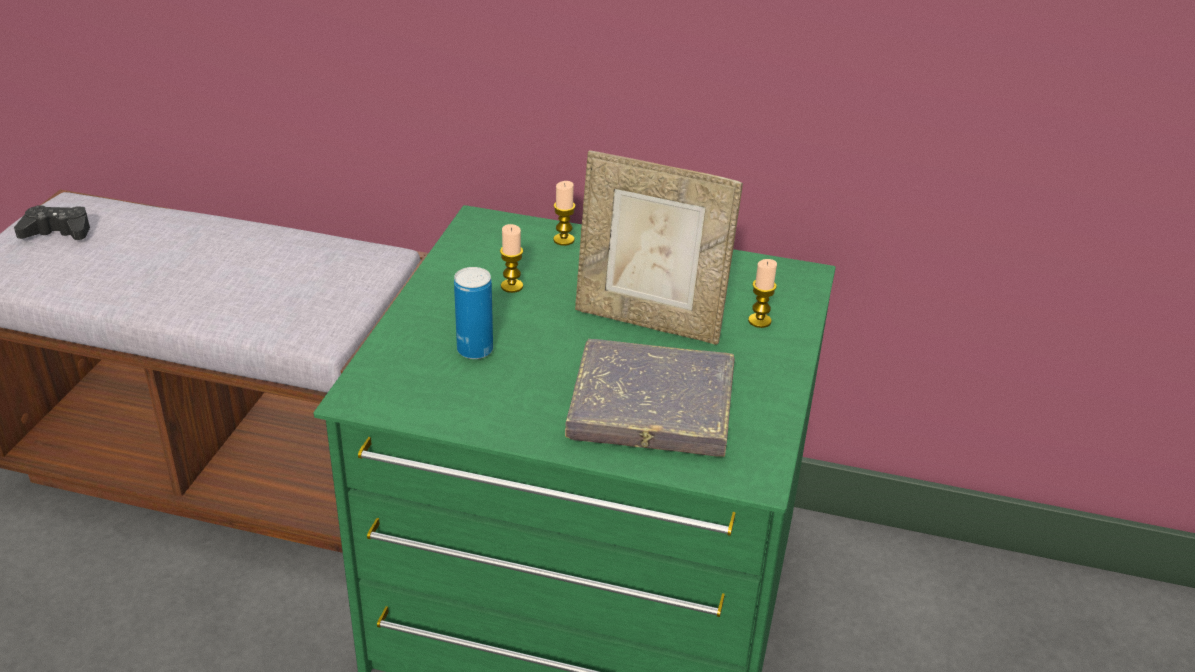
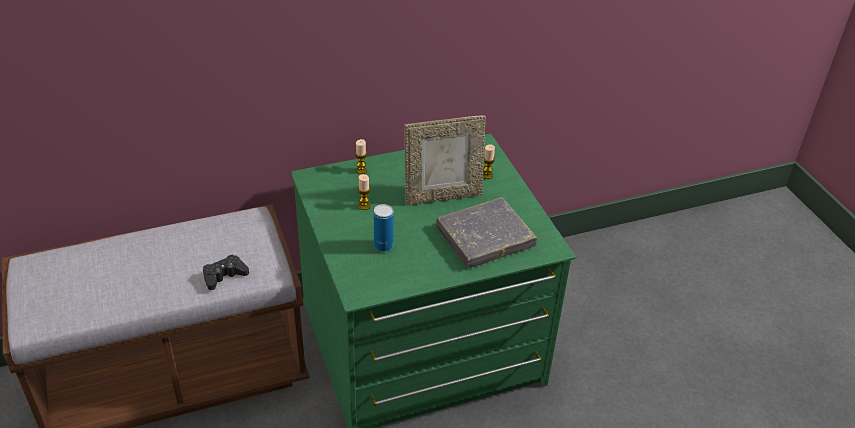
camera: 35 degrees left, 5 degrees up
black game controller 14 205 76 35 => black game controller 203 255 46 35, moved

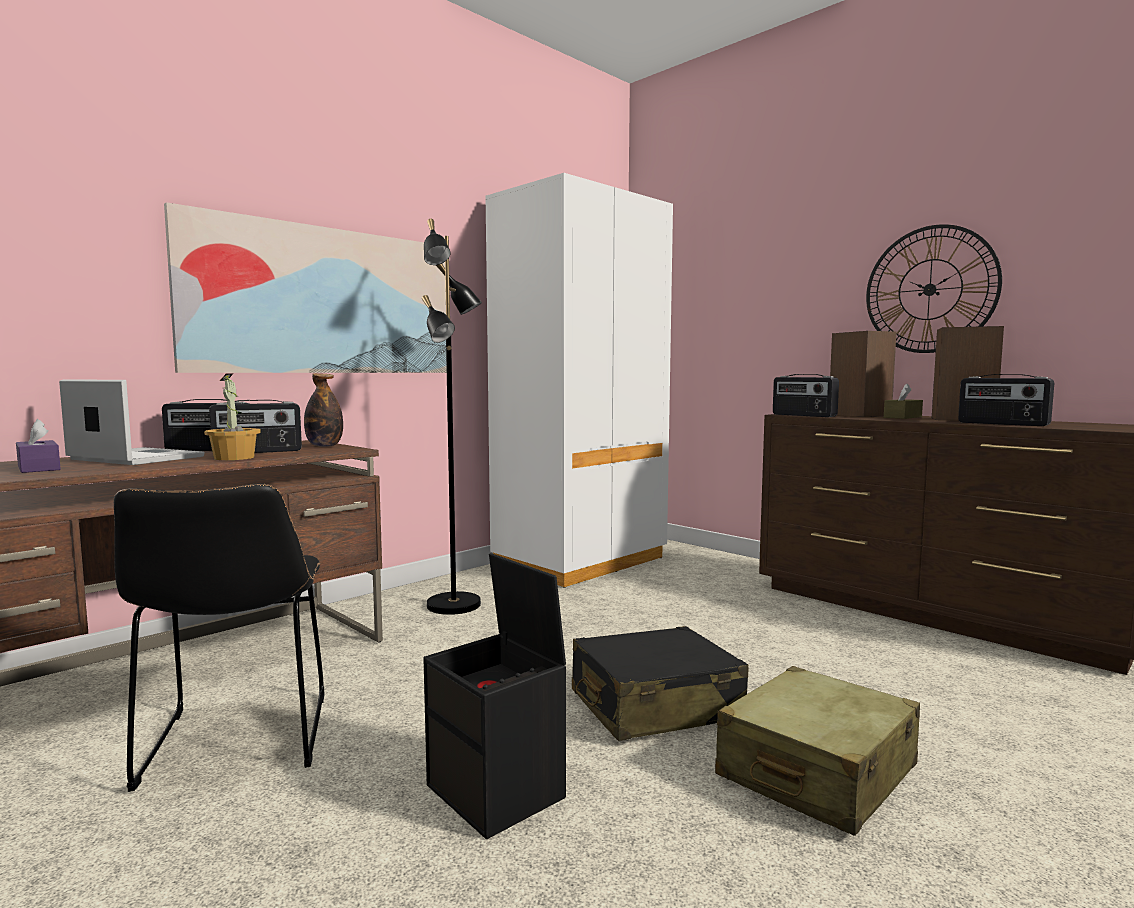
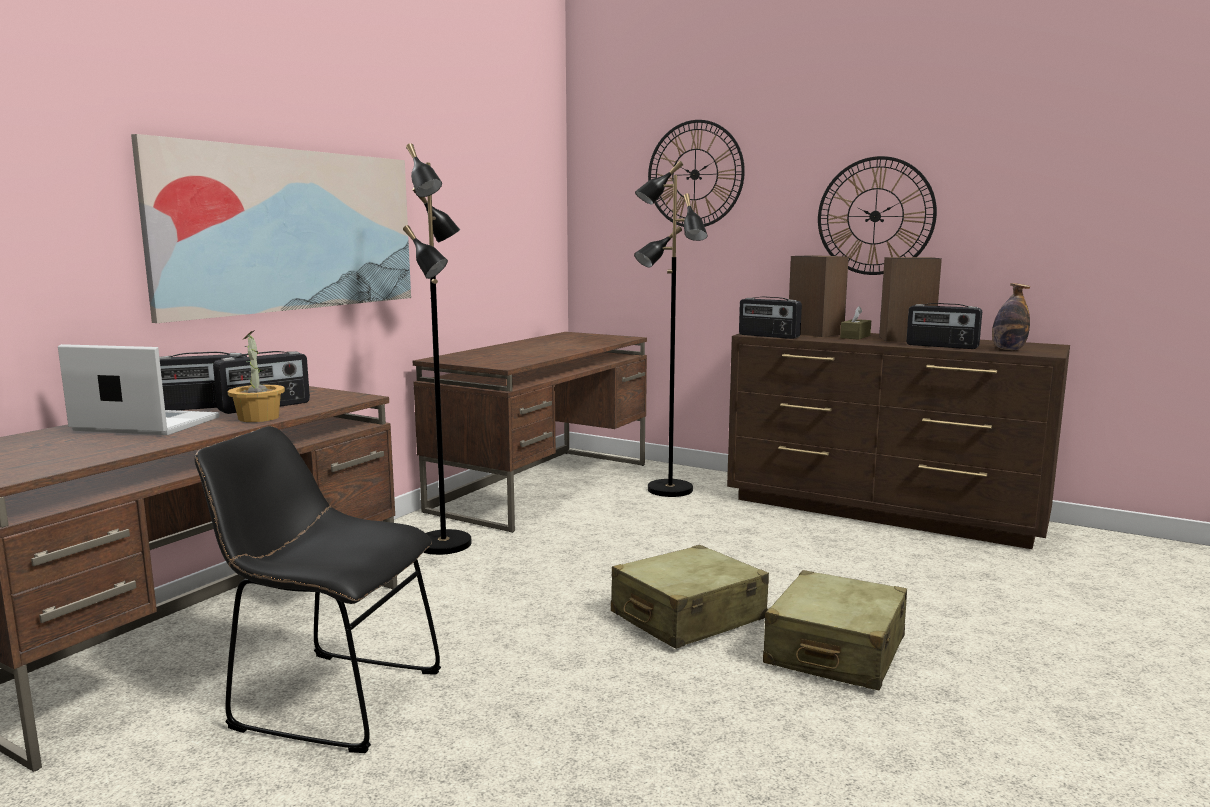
camera: 15 degrees left, 5 degrees up
purple tissue box 16 419 45 54 => nothing
black chair 114 483 211 309 => black chair 194 426 247 327, 135 degrees clockwise
bottle 304 373 39 74 => bottle 992 283 38 67, moved
black storage box 423 553 143 286 => nothing
white wardrobe 486 173 187 415 => brown desk 413 332 234 201
black suitcase 572 626 176 115 => beige suitcase 611 545 158 104
nothing => black floor lamp 634 161 74 336
nothing => wall clock 648 120 97 107

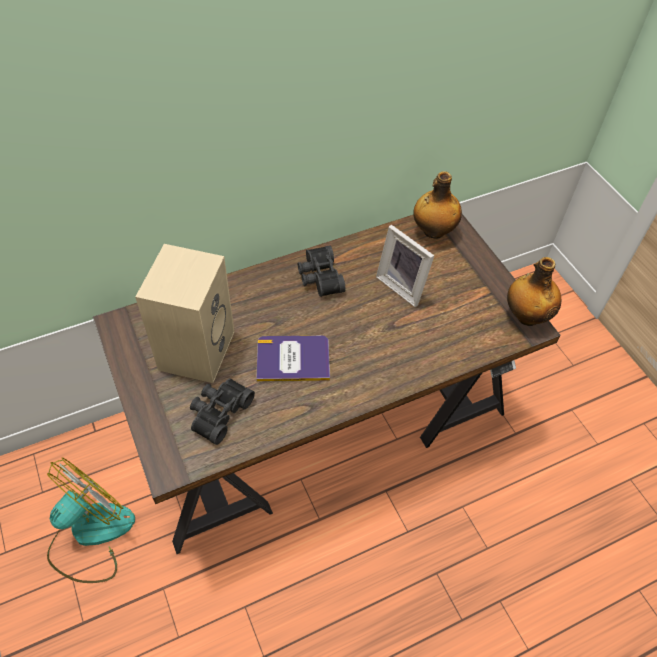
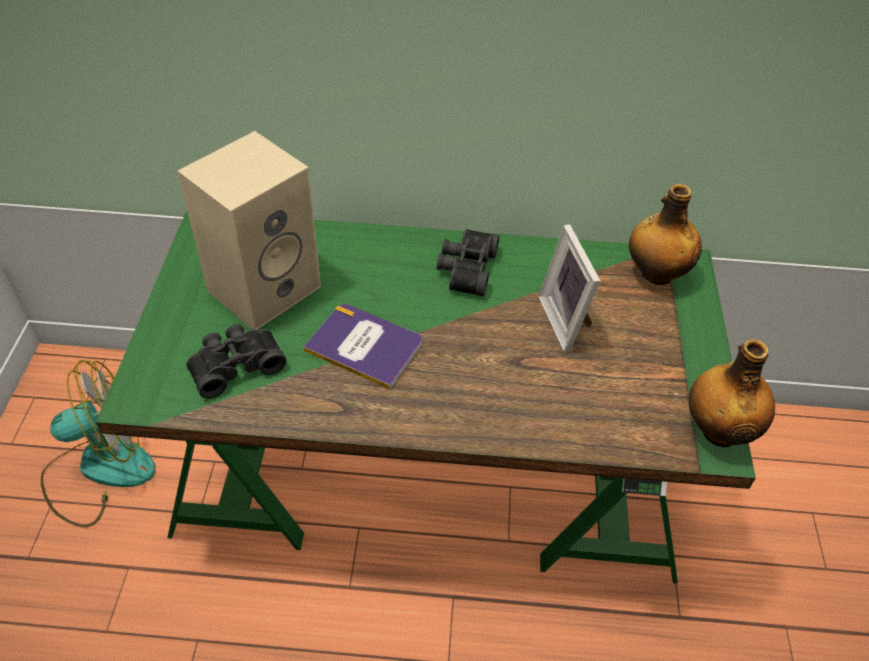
camera: 30 degrees right, 5 degrees down
brown desk 93 214 468 340 => green desk 96 210 660 374

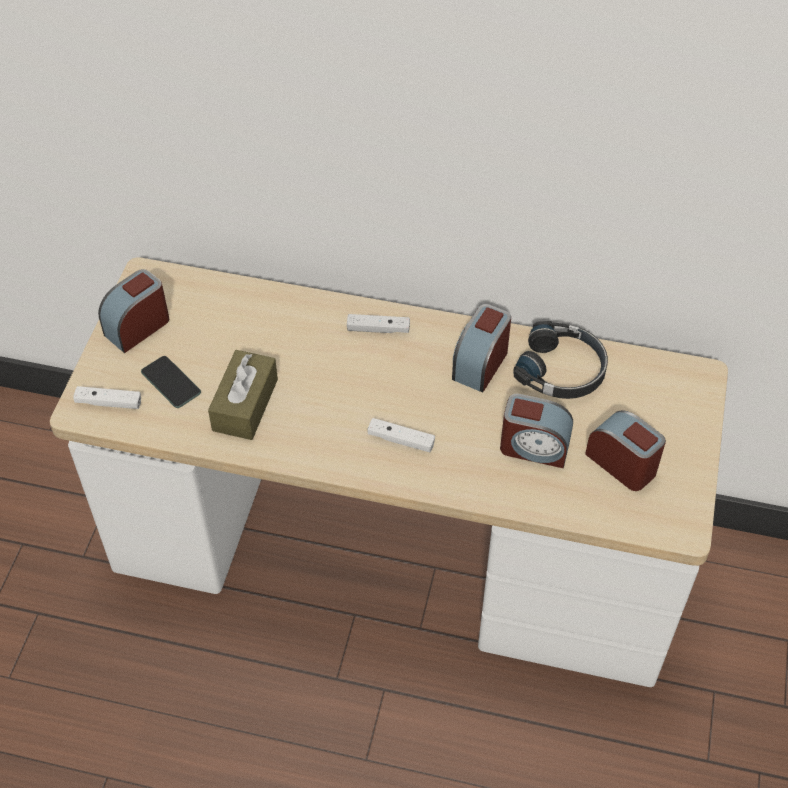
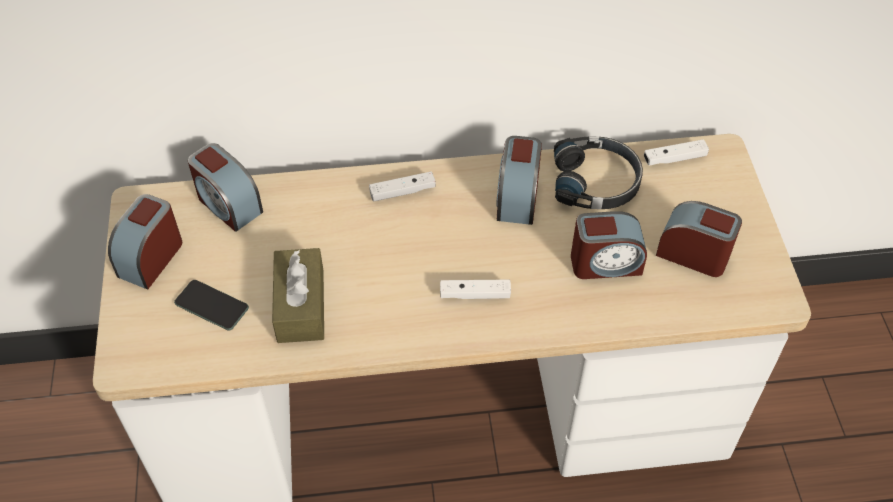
camera: 20 degrees left, 0 degrees up
white game controller 73 386 68 23 => white game controller 644 139 65 27, moved
nothing => alarm clock 188 143 75 89

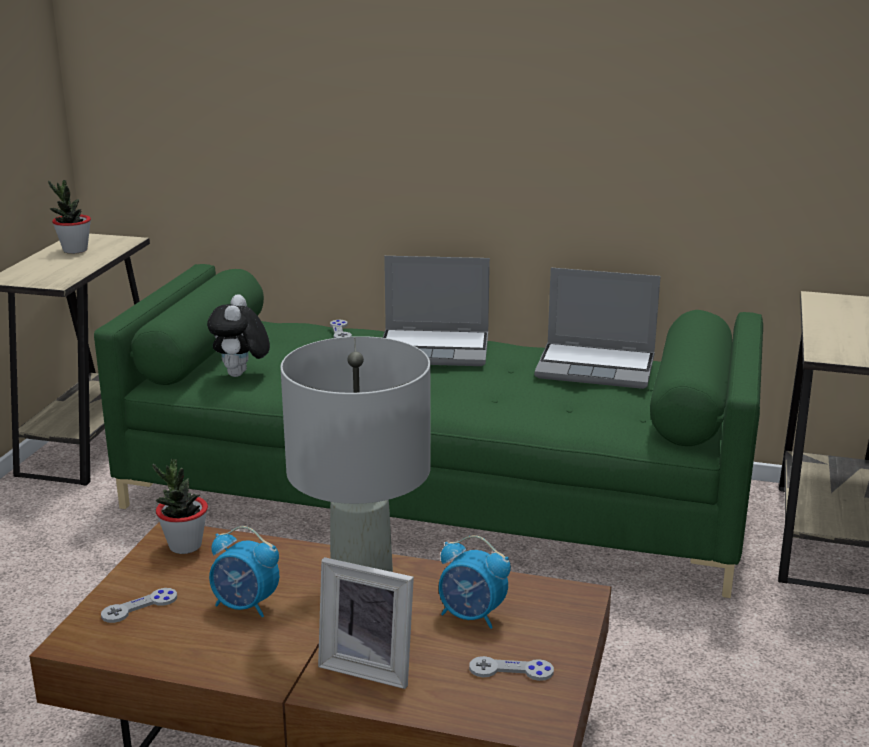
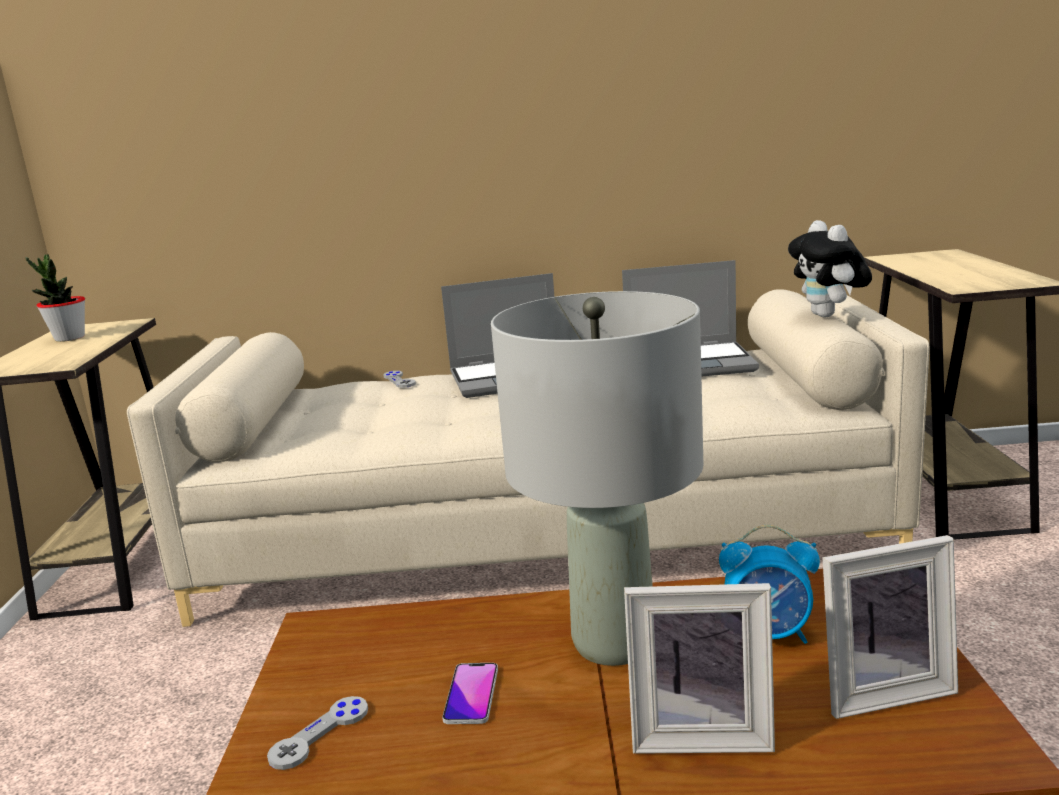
camera: 15 degrees left, 5 degrees down
green sofa 94 264 669 334 => beige sofa 127 289 802 338
potted plant 152 459 56 95 => nothing
plush toy 207 294 63 83 => plush toy 788 220 84 98, moved
alarm clock 209 526 70 91 => phone 442 663 56 61
grey game controller 469 656 85 25 => picture frame 823 535 135 184

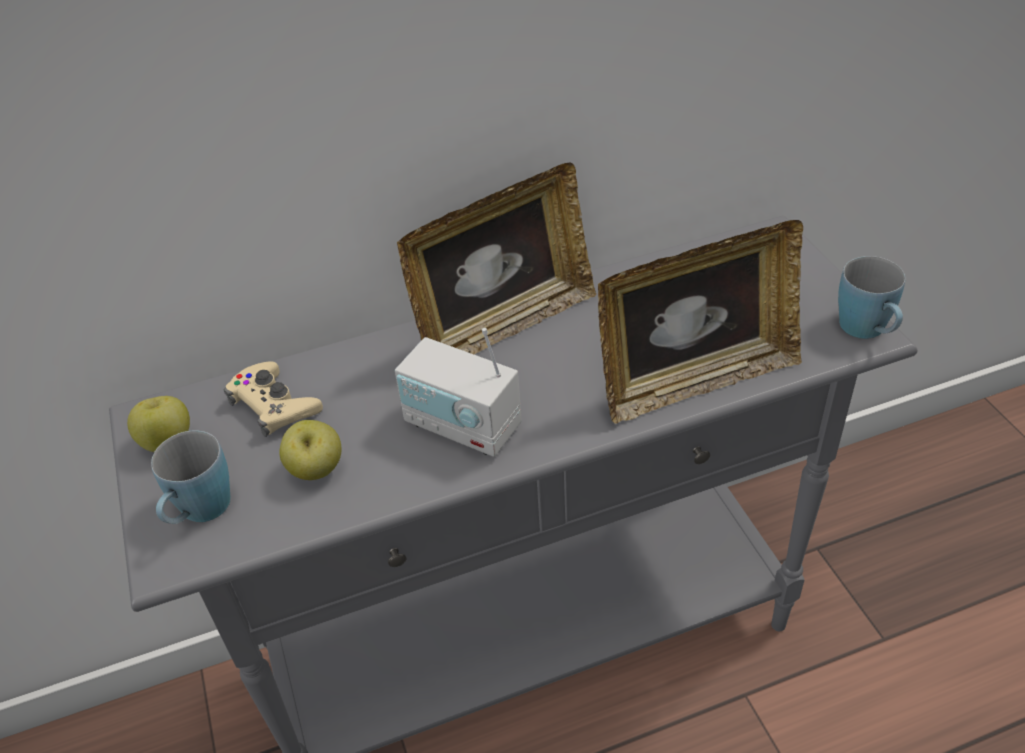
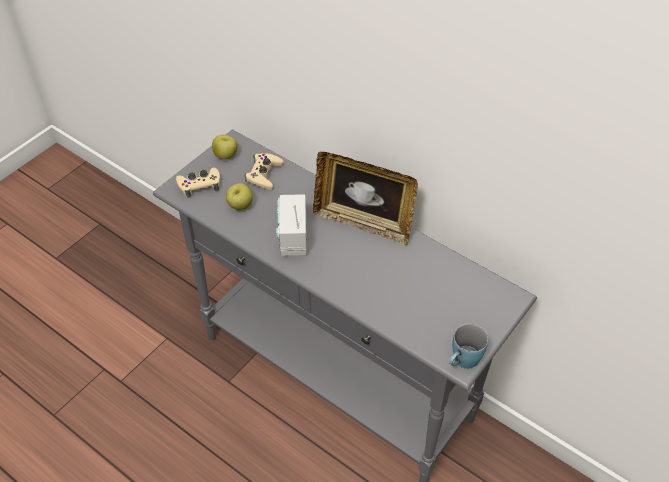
camera: 55 degrees right, 5 degrees up
blue mug 151 430 80 94 => beige game controller 176 168 44 30
picture frame 598 220 205 204 => nothing

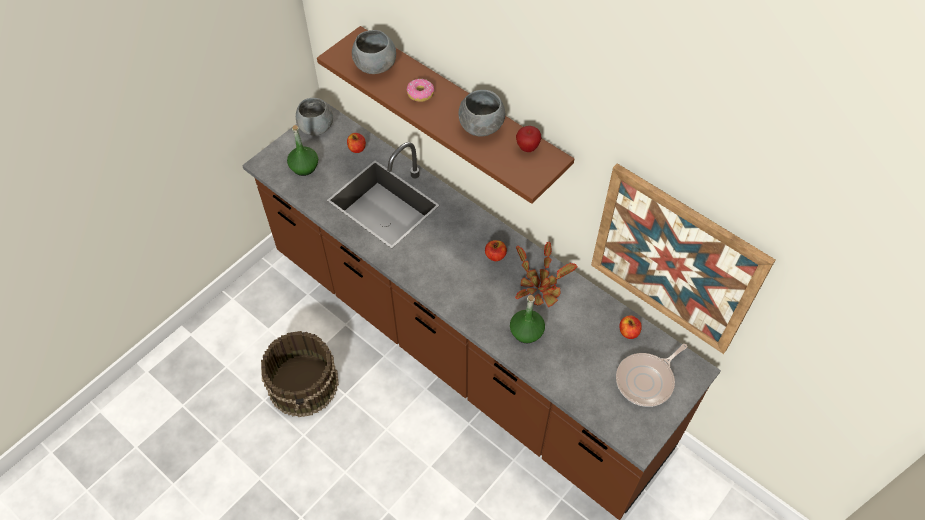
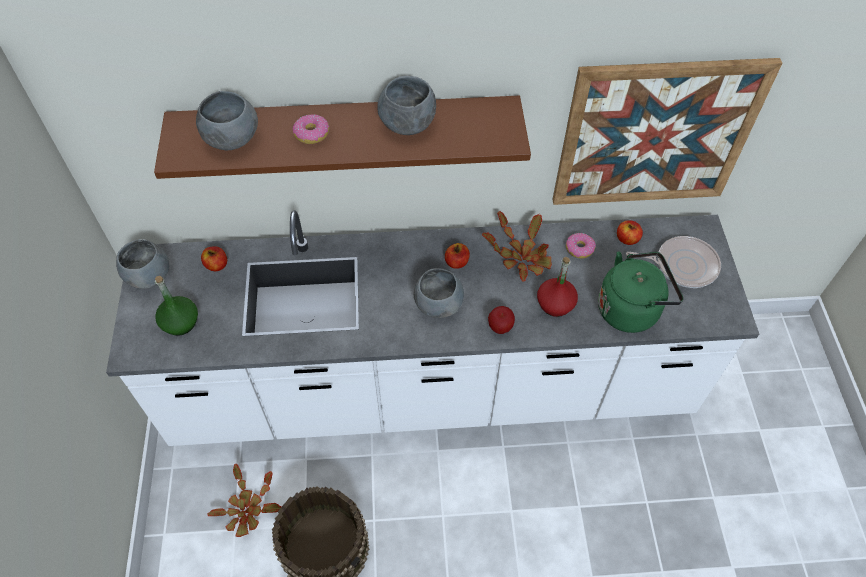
camera: 45 degrees left, 0 degrees up
brown counter 242 103 479 417 => white counter 106 210 653 236
green bottle 510 295 35 48 => red bottle 537 257 41 60
apple 516 126 25 26 => apple 488 306 27 28, moved
frying pan 616 344 71 63 => frying pan 626 236 95 52, 90 degrees counterclockwise
nothing => potted plant 207 464 75 73
nothing => grey bowl 414 268 50 50
nothing => donut 566 233 30 26
nothing => green kettle 598 251 85 82

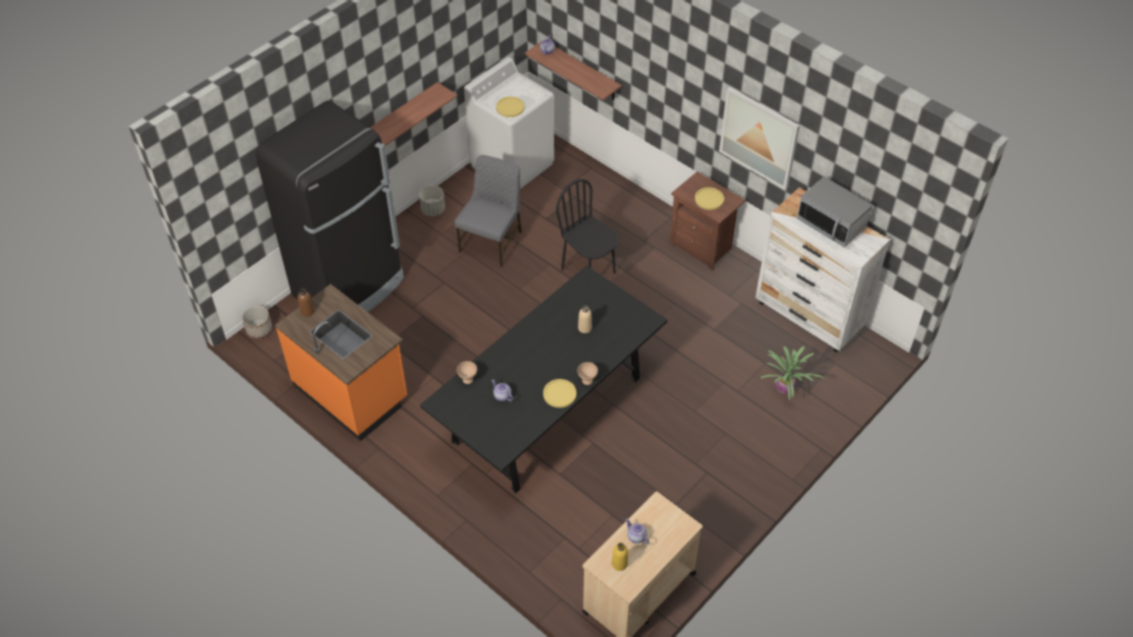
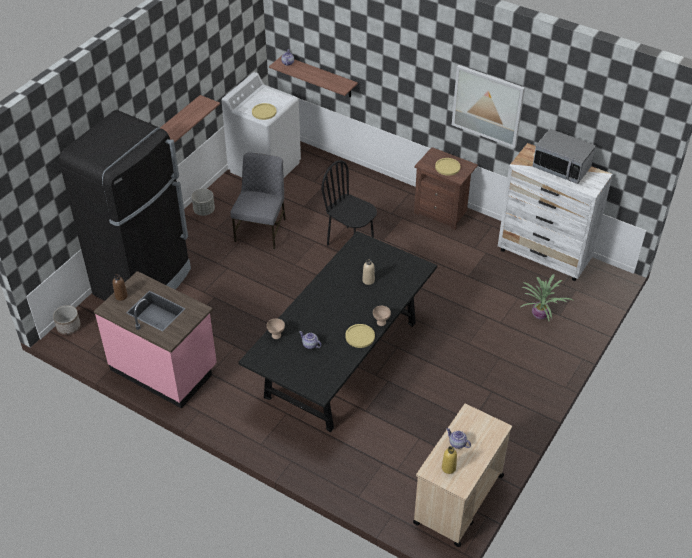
camera: 10 degrees left, 5 degrees down
orange counter 275 284 132 157 => pink counter 94 271 123 137

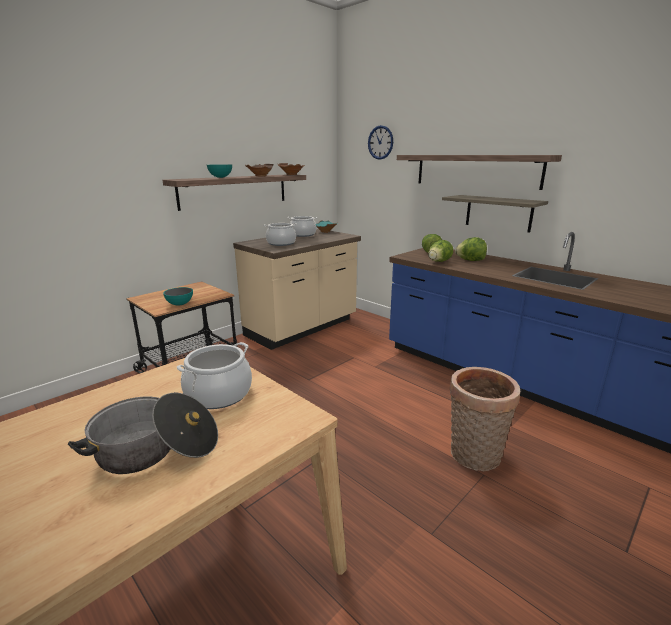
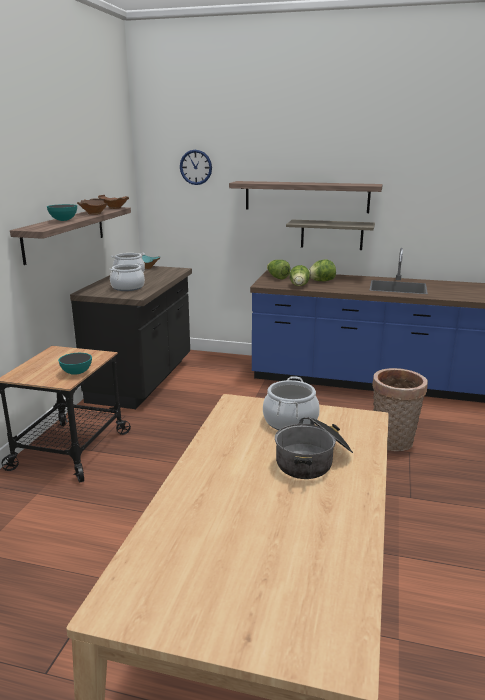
camera: 30 degrees left, 0 degrees up
beige counter 233 229 128 121 => black counter 70 266 122 143

